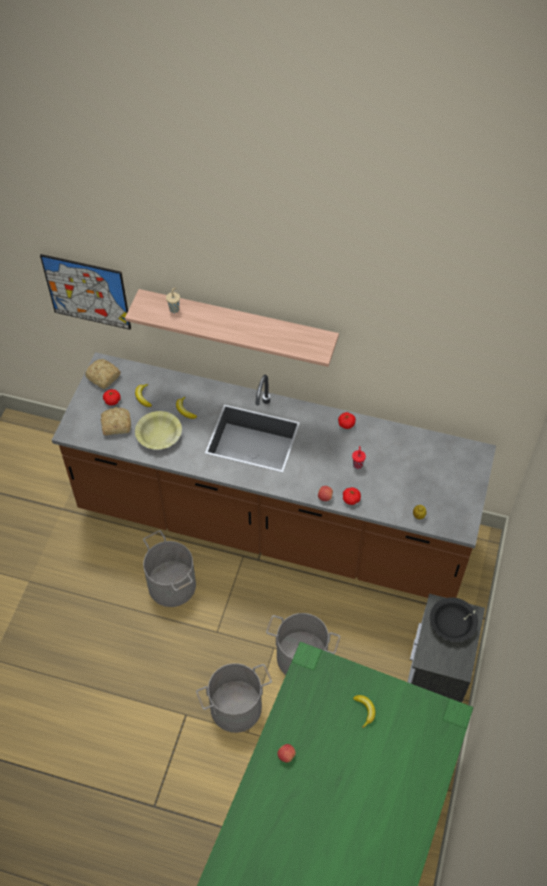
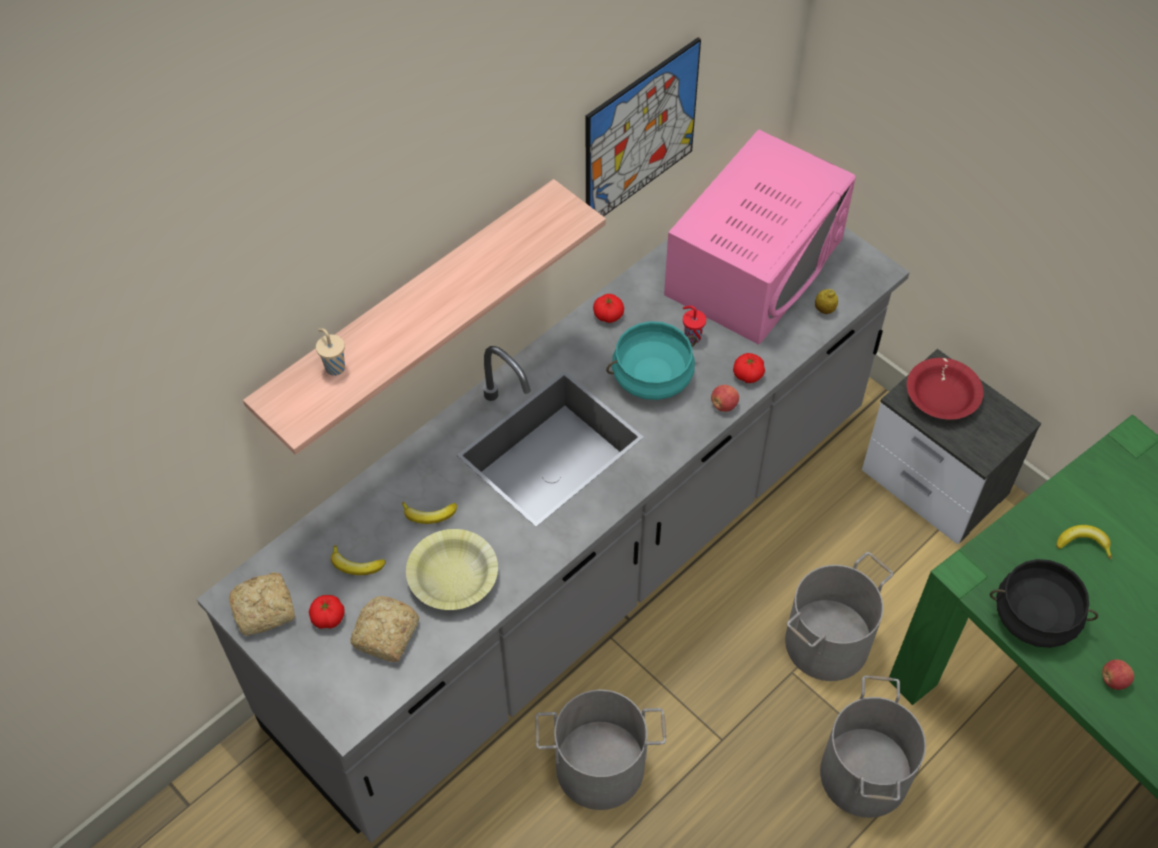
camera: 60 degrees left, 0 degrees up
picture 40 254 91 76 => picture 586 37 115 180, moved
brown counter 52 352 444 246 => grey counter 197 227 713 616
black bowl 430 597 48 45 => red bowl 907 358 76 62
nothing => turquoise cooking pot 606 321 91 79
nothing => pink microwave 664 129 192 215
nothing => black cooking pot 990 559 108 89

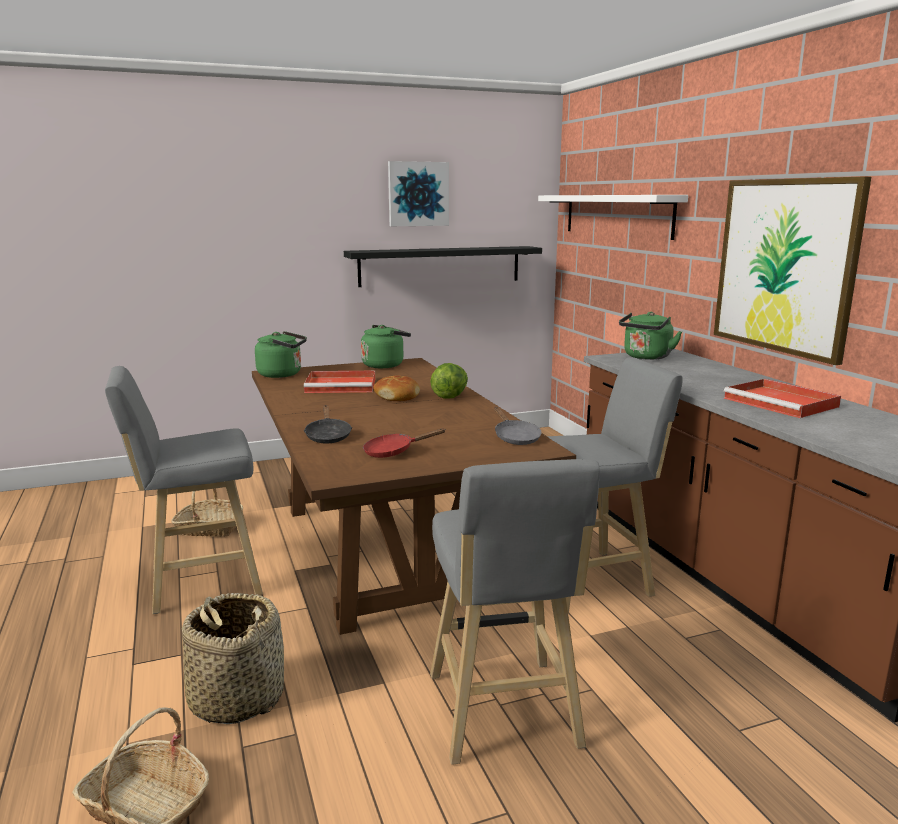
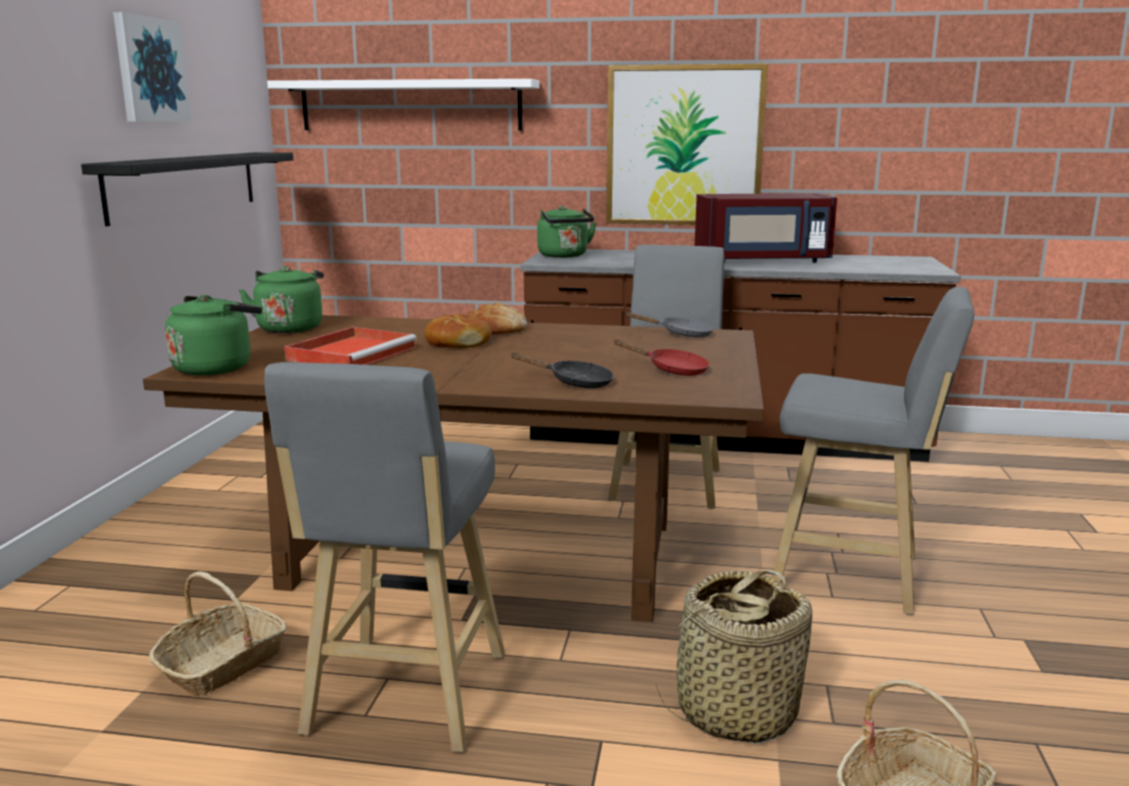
camera: 60 degrees left, 0 degrees up
red frying pan 363 428 82 30 => red frying pan 613 339 97 37, 75 degrees counterclockwise
lettuce 430 363 38 36 => bread 467 303 60 31
red tray 723 379 118 39 => red microwave 695 194 142 69

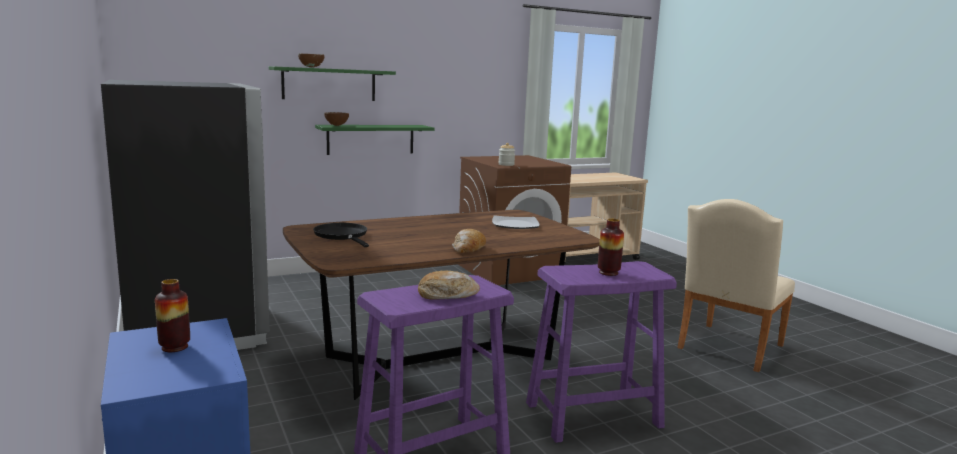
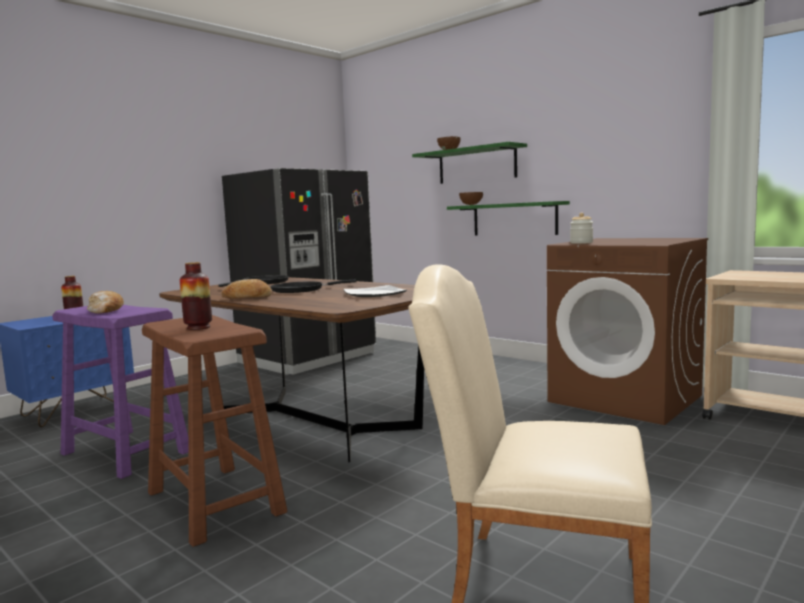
camera: 70 degrees right, 5 degrees down
purple stool 526 261 151 182 => brown stool 142 315 145 232
nothing => black frying pan 270 280 87 13

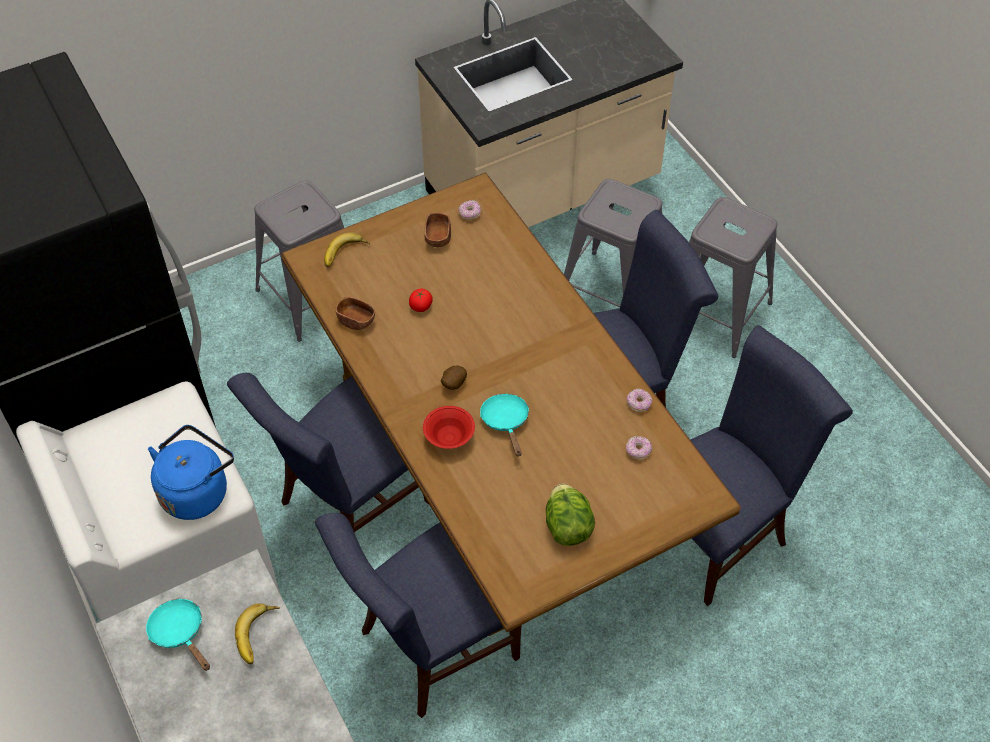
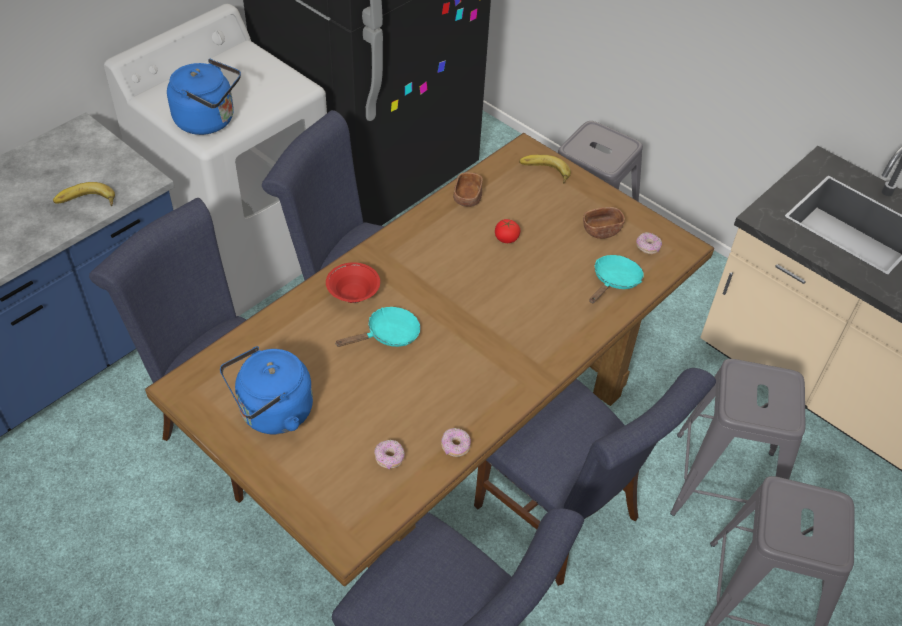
camera: 70 degrees right, 5 degrees down
turquoise frying pan 146 599 64 72 => turquoise frying pan 589 255 55 48, moved
potato 441 366 26 24 => nothing
lettuce 546 484 49 62 => blue kettle 220 346 93 88

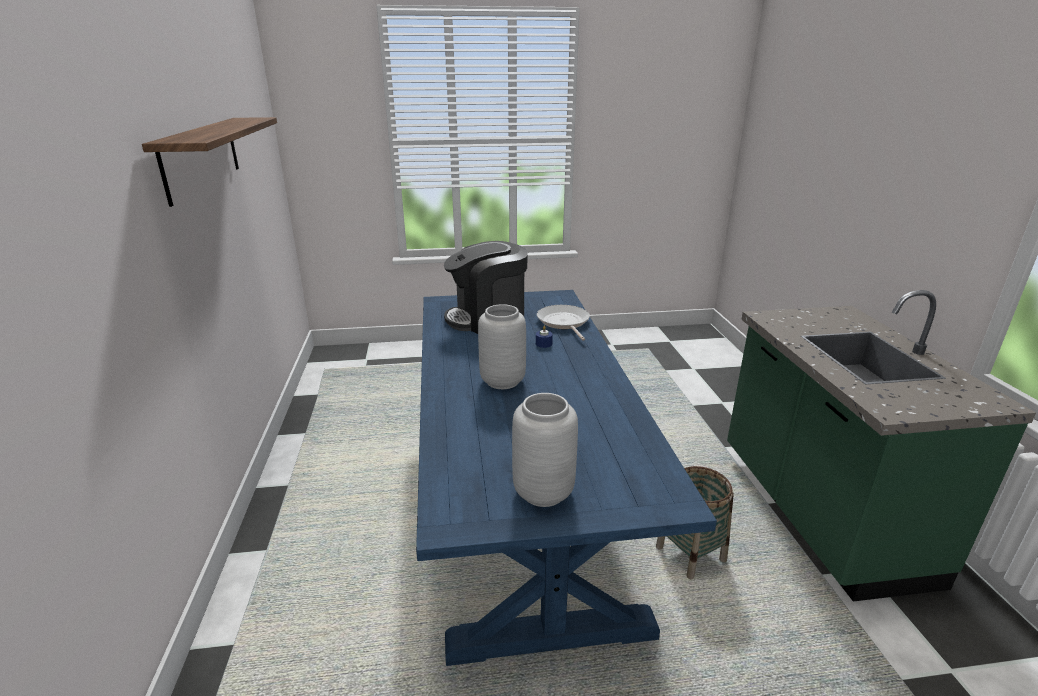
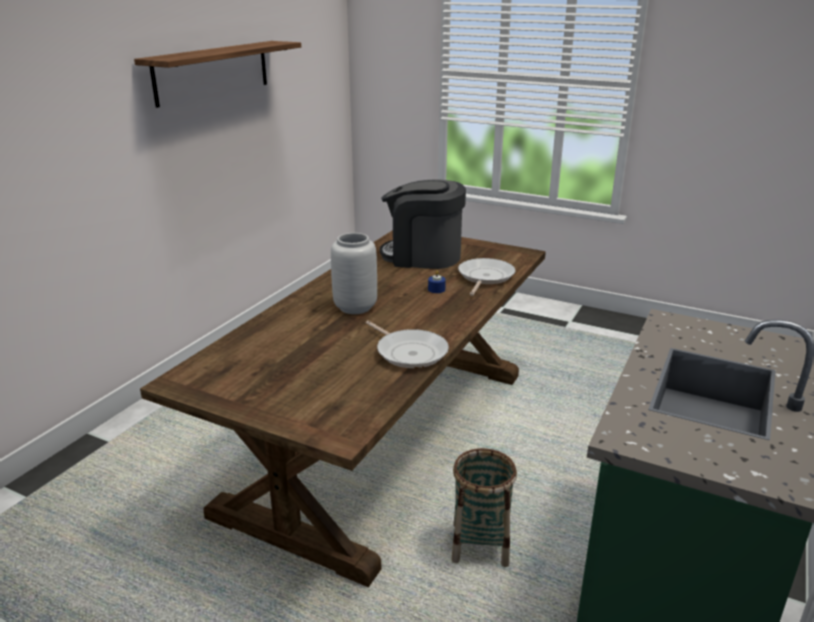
camera: 35 degrees right, 0 degrees up
blue dining table 416 290 301 376 => brown dining table 140 230 406 357
grey vase 512 393 66 114 => nothing
nothing => frying pan 366 321 83 47

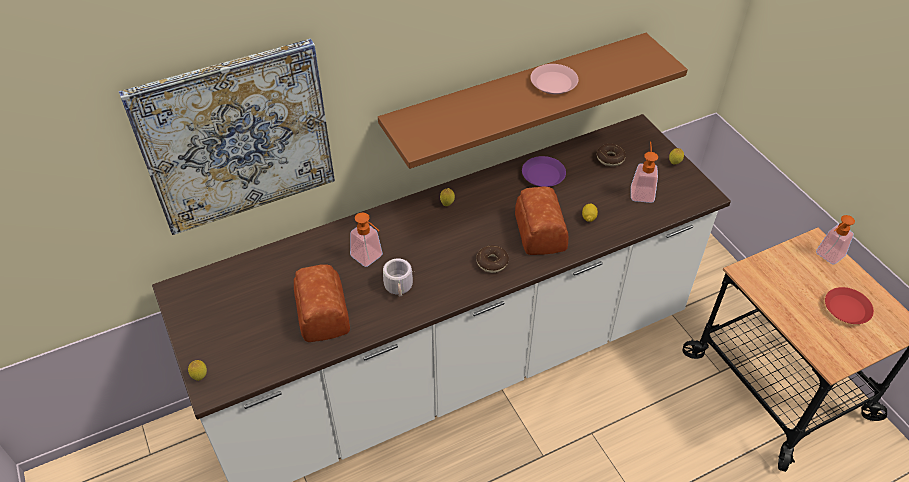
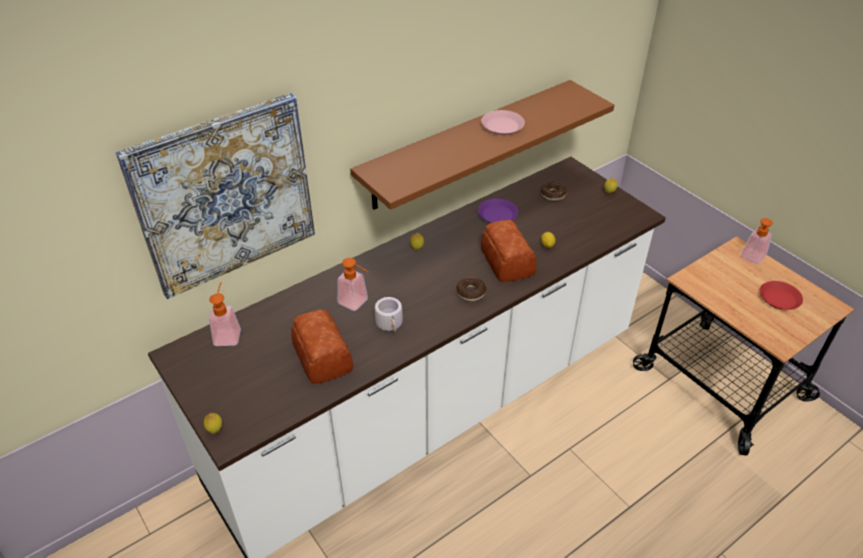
camera: 10 degrees left, 5 degrees down
soap dispenser 631 141 27 62 => soap dispenser 209 282 32 64, moved

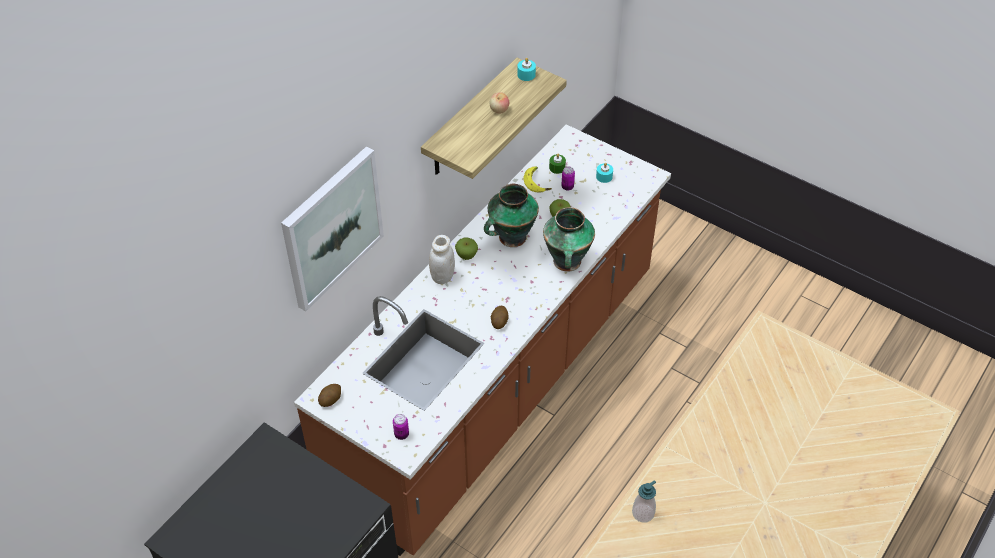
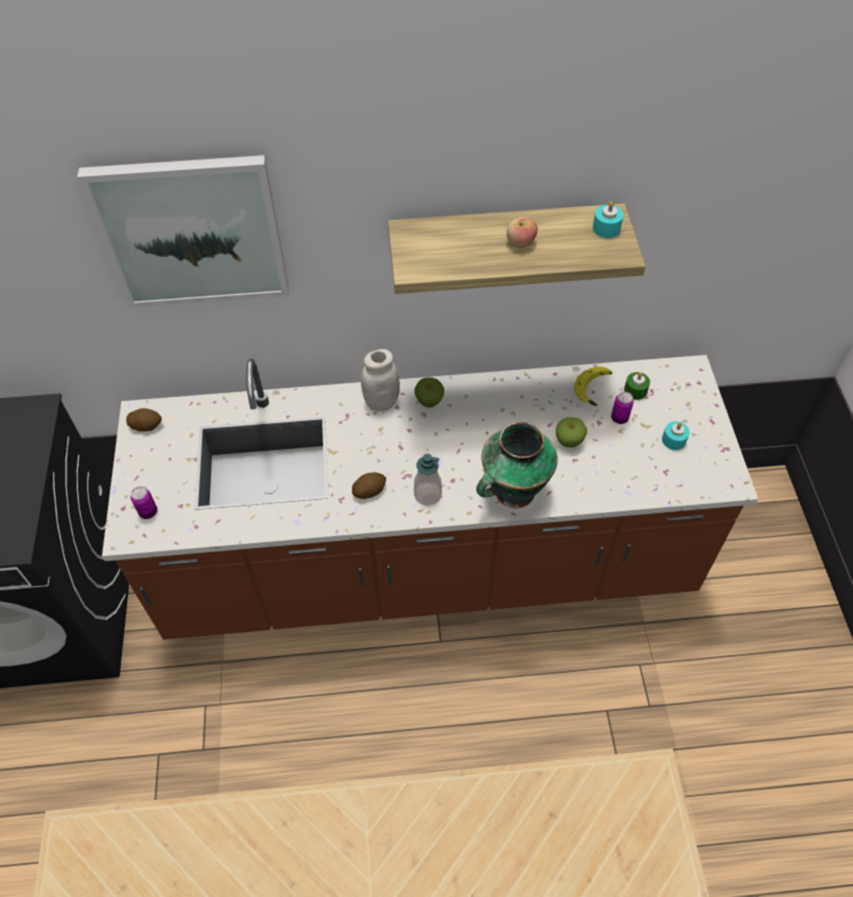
camera: 50 degrees right, 5 degrees up
vase 484 184 55 63 => nothing
soap dispenser 632 480 24 43 => soap dispenser 414 454 28 51, moved

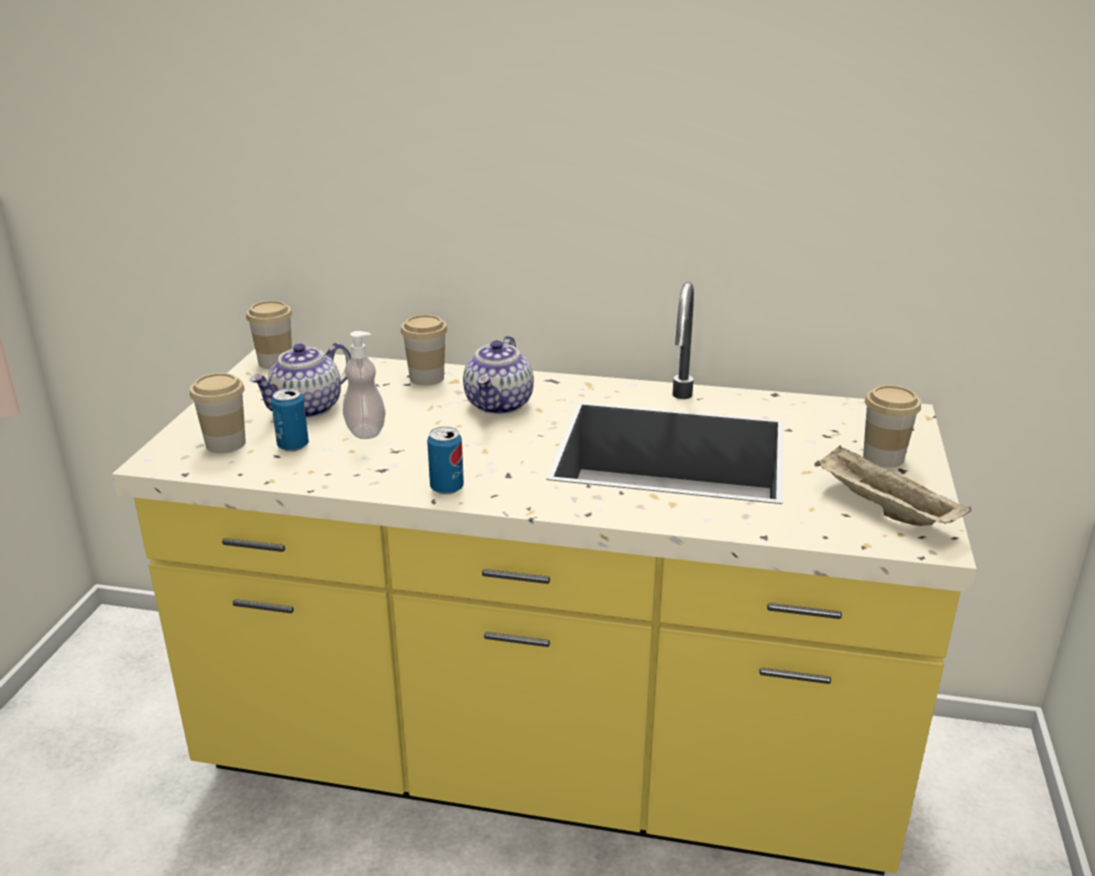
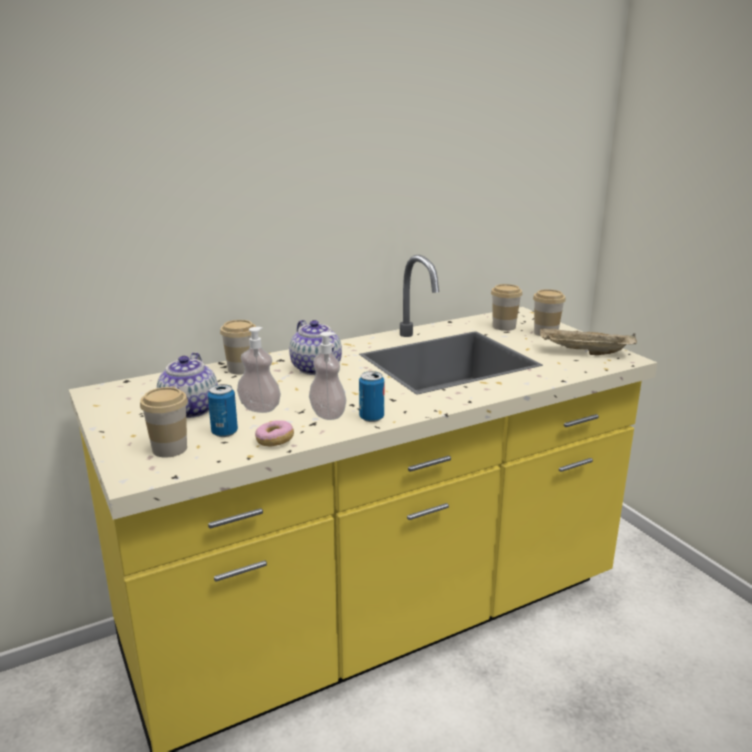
camera: 40 degrees left, 5 degrees down
cup 246 301 46 68 => cup 491 284 31 47, moved
nothing => donut 255 420 39 27
nothing => soap dispenser 309 332 37 88

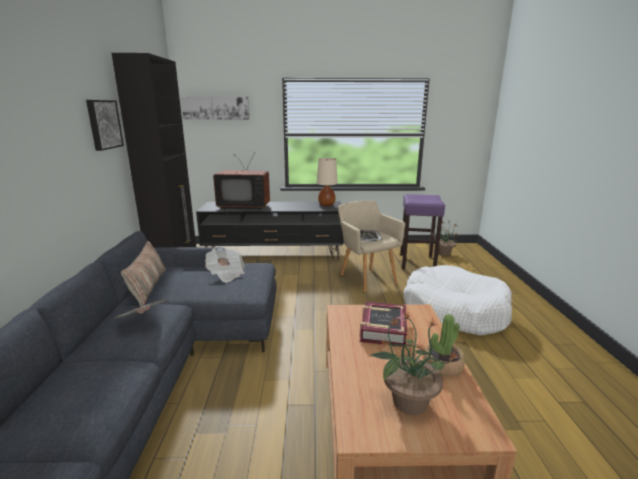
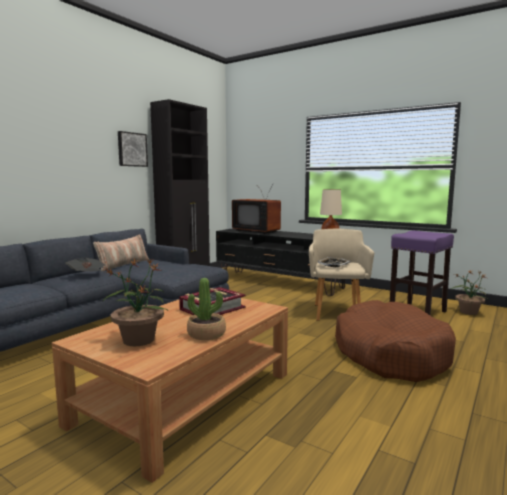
camera: 35 degrees right, 10 degrees down
picture 181 96 68 24 => nothing
newspaper 205 246 40 37 => nothing
white dog bed 403 265 109 71 => brown dog bed 335 300 121 82

